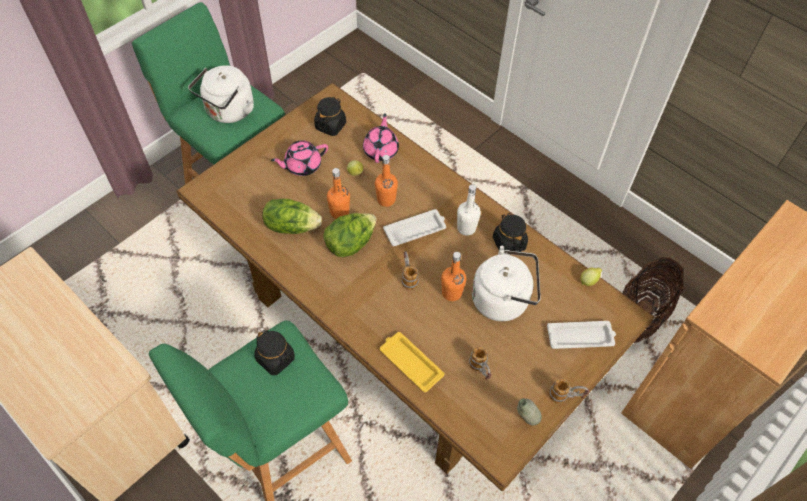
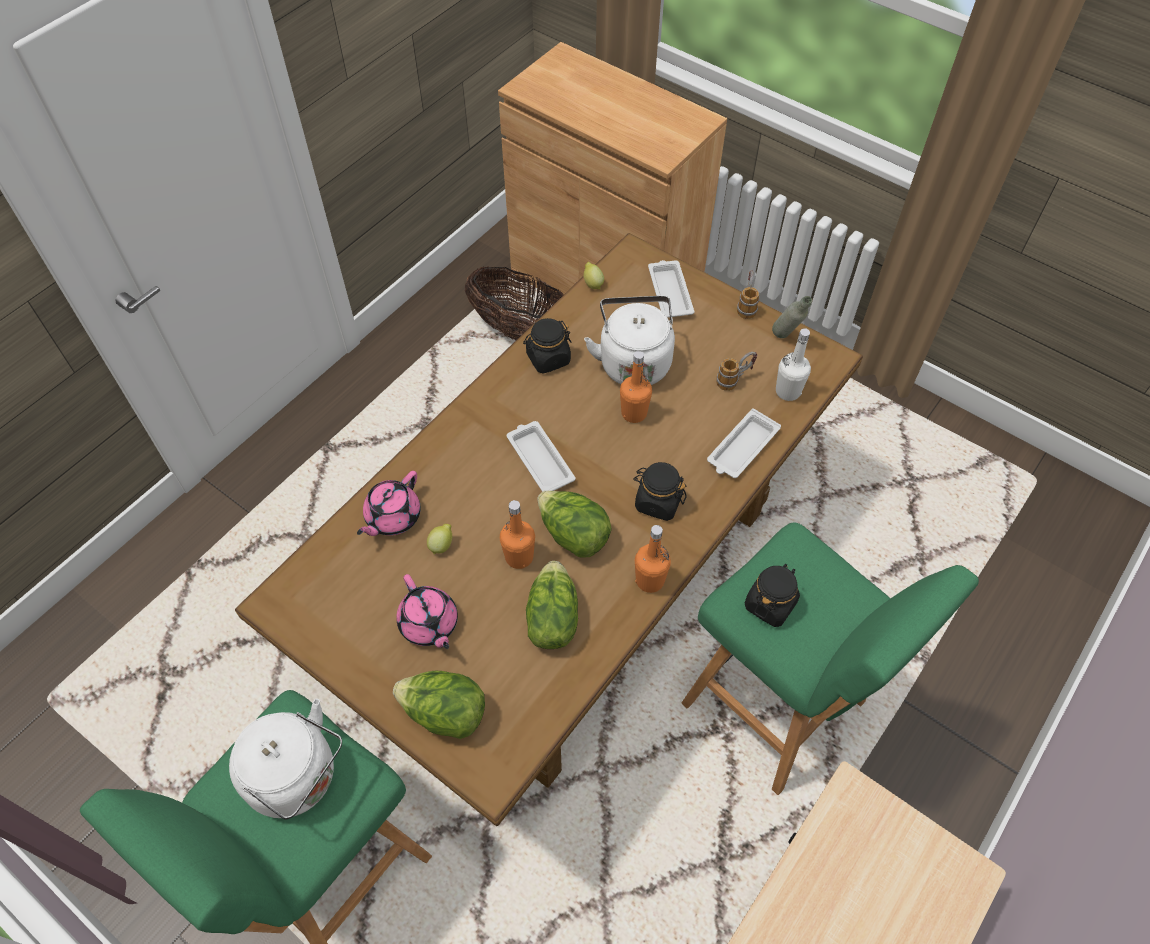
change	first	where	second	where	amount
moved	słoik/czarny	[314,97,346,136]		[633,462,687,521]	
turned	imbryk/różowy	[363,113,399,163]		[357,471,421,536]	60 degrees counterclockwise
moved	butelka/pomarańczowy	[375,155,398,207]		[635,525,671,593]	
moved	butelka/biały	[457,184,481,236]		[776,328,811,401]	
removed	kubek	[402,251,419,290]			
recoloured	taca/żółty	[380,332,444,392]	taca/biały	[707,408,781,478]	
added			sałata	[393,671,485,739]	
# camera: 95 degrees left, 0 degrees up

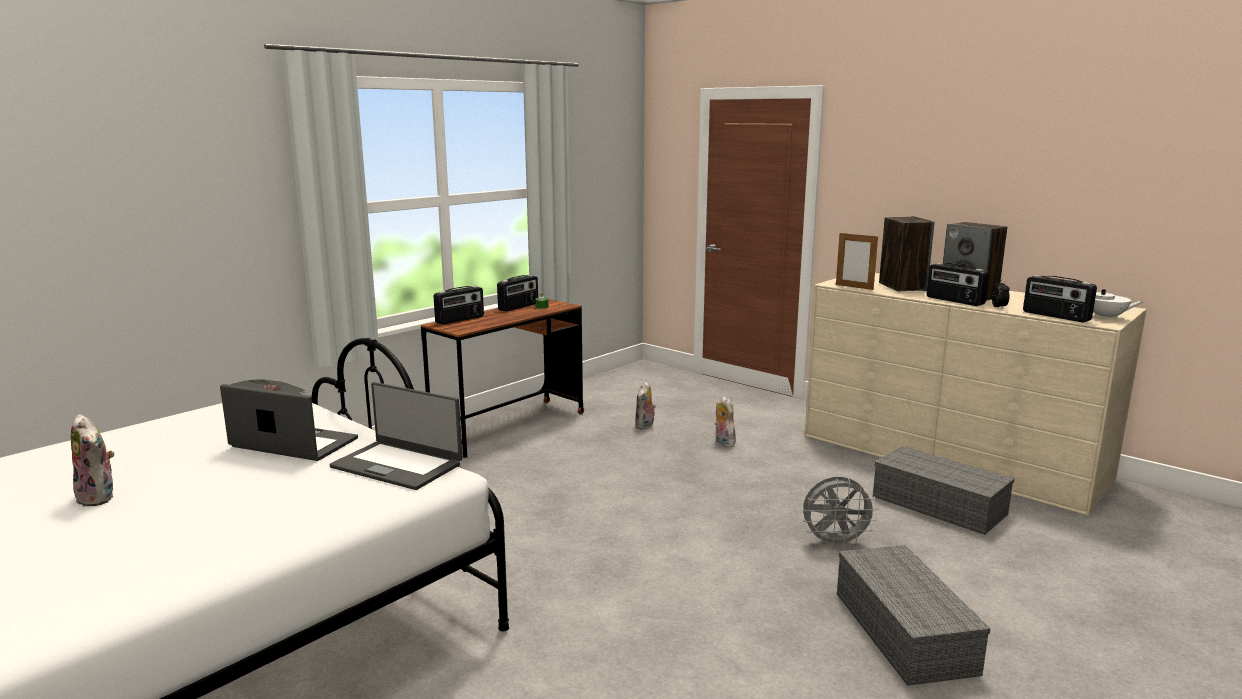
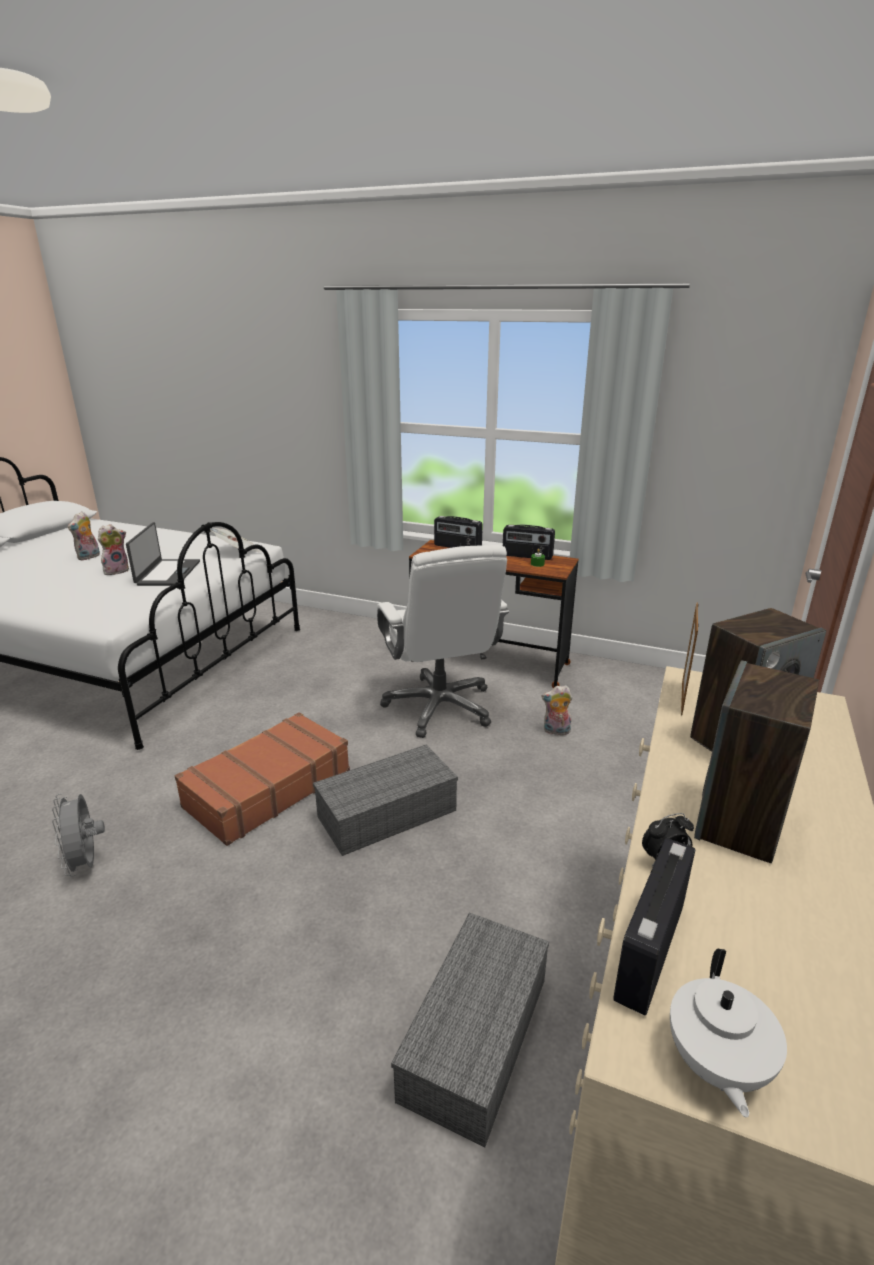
change	first	where	second	where	amount
removed	radio	[927,263,989,306]			
removed	laptop	[329,382,462,490]			
moved	pluszak	[715,397,736,447]		[98,524,129,575]	
moved	wentylator/szary	[802,477,878,549]		[52,793,105,877]	
moved	pojemnik do przechowywania/szary	[837,545,990,686]		[313,745,458,856]	
added			krzesło biurowe/biały	[377,545,510,738]	
added			walizka/brązowy	[175,712,350,846]	
# camera: 70 degrees right, 10 degrees up

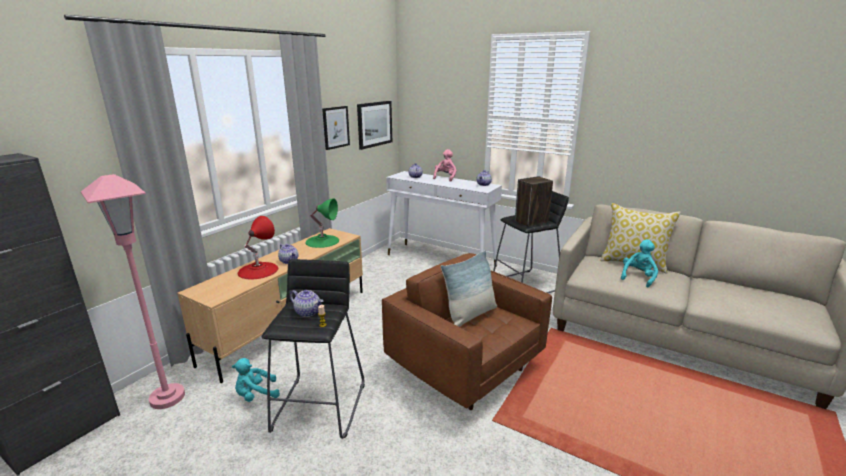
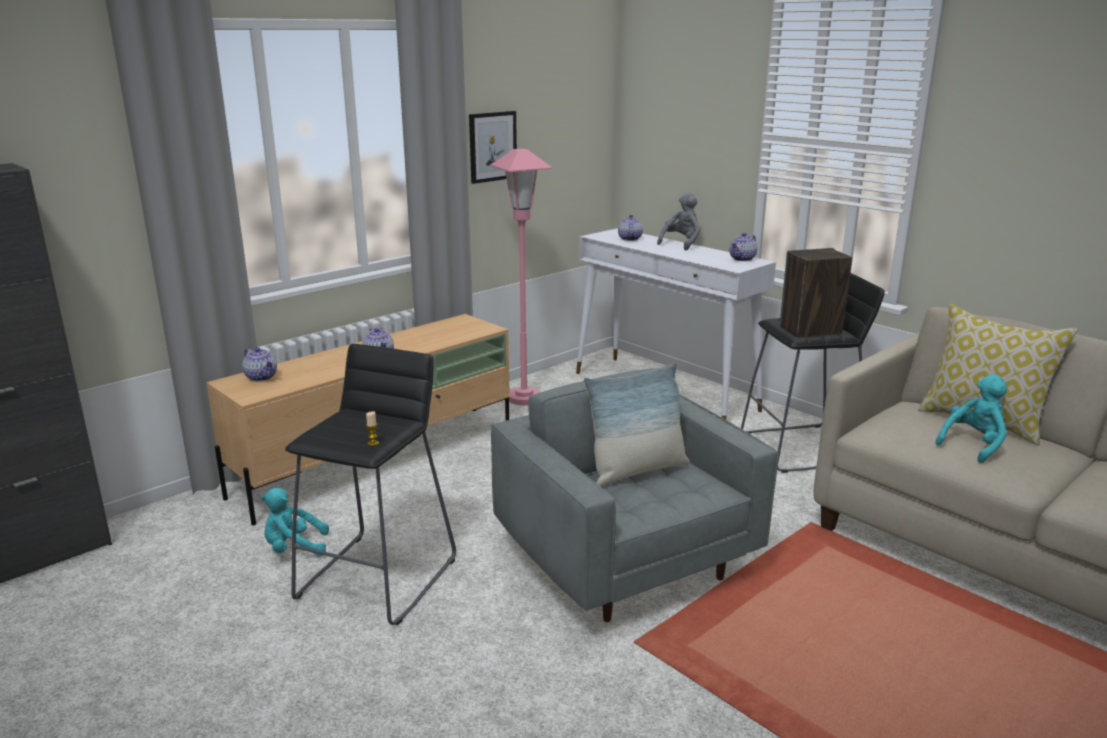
change	first	where	second	where	amount
removed	obraz	[357,101,392,150]			
recoloured	pluszak/różowy	[433,149,457,182]	pluszak/szary	[657,193,700,250]	
moved	lampa stojąca/różowy	[81,174,185,409]		[490,149,552,405]	
removed	lampa stołowa/zielony	[305,198,339,248]			
removed	lampa stołowa/czerwony	[238,216,278,279]			
recoloured	fotel/brązowy	[382,253,552,410]	fotel/szary	[491,368,779,622]	
moved	imbryk	[290,290,323,317]		[242,347,277,381]	
# camera: 15 degrees right, 0 degrees up

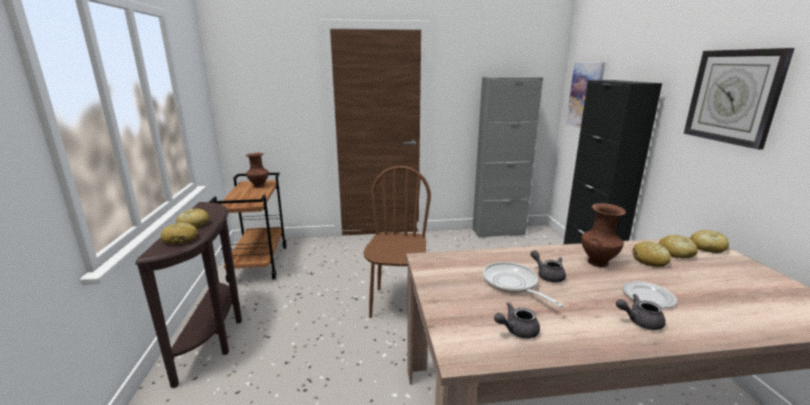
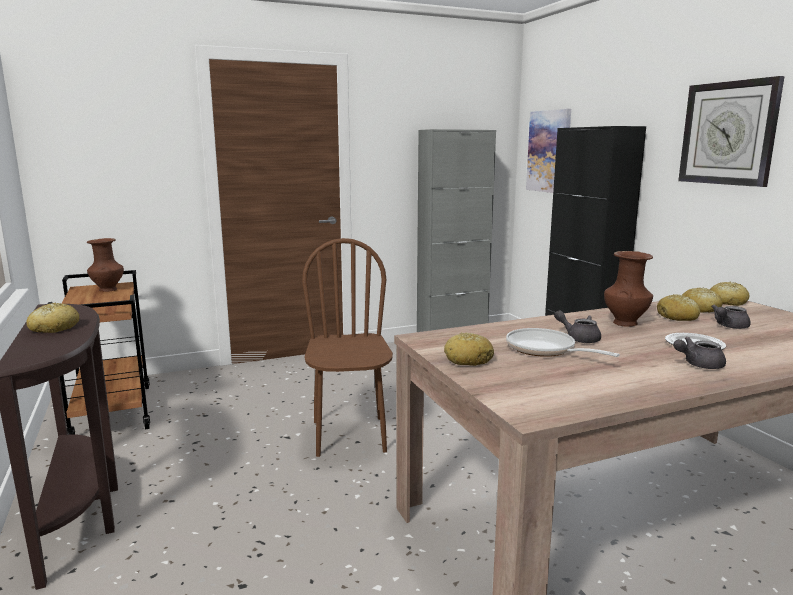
change	first	where	second	where	amount
moved	chleb	[161,222,198,245]		[444,332,494,366]	
moved	imbryk/szary	[494,302,540,339]		[711,304,751,329]	
# camera: 15 degrees left, 5 degrees down

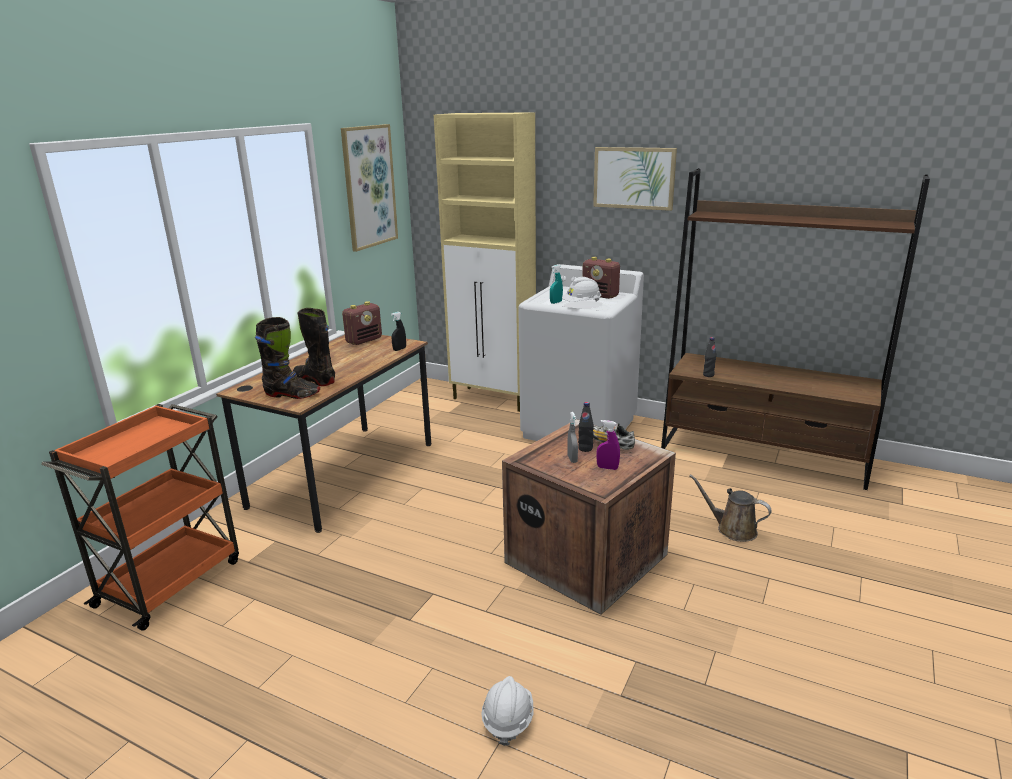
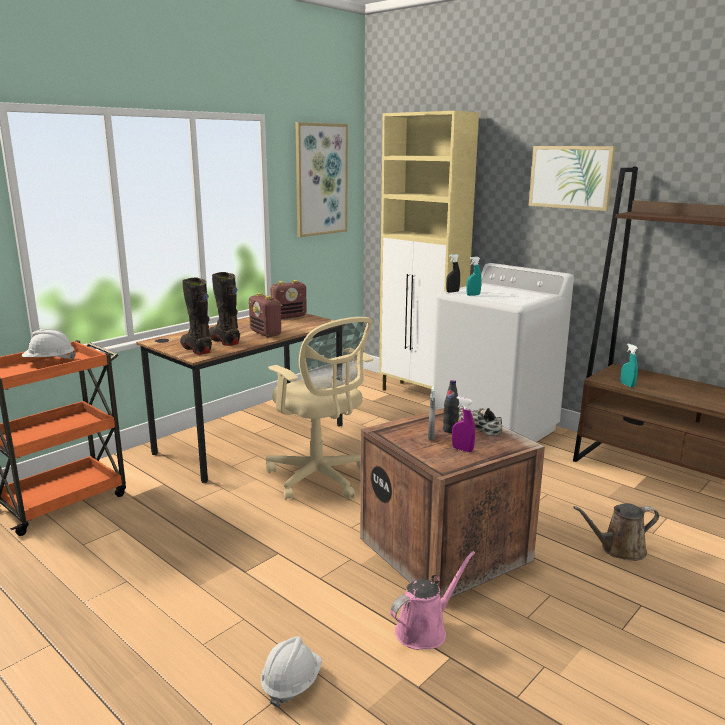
change	first	where	second	where	amount
moved	radio	[582,257,620,299]		[249,293,282,337]	
moved	kask/biały	[562,277,601,302]		[22,329,76,360]	
moved	spryskiwacz/czarny	[391,312,406,351]		[446,254,460,293]	
turned	but z cholewką/czarny	[255,317,320,399]		[180,278,212,355]	150 degrees counterclockwise
replaced	butelka/czarny	[703,337,716,377]	spryskiwacz/turkusowy	[620,343,638,387]	
turned	konewka/brązowy	[689,474,772,542]		[573,503,659,561]	60 degrees counterclockwise
added			krzesło biurowe/beżowy	[266,317,373,500]	
added			konewka/różowy	[391,551,475,650]	
# camera: 15 degrees right, 5 degrees down

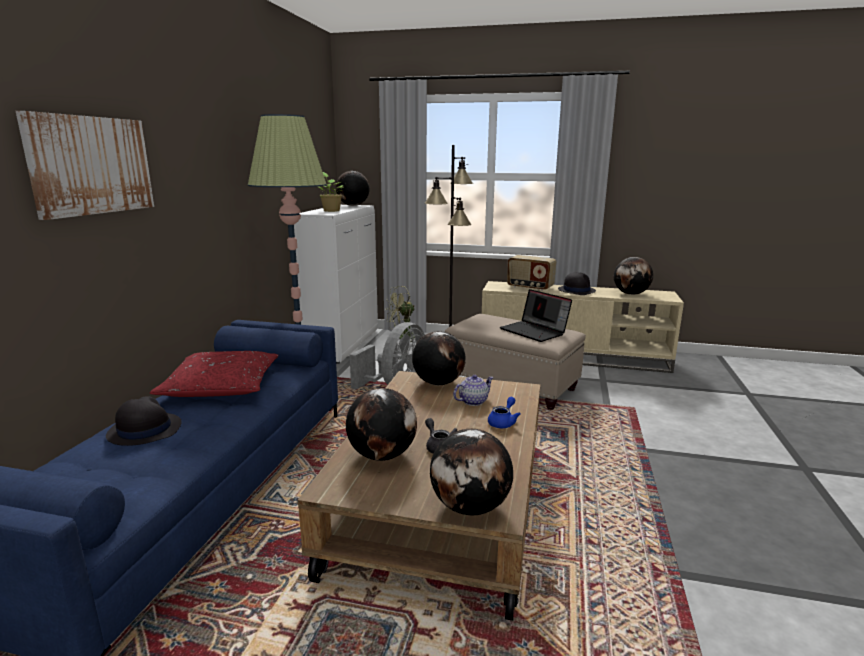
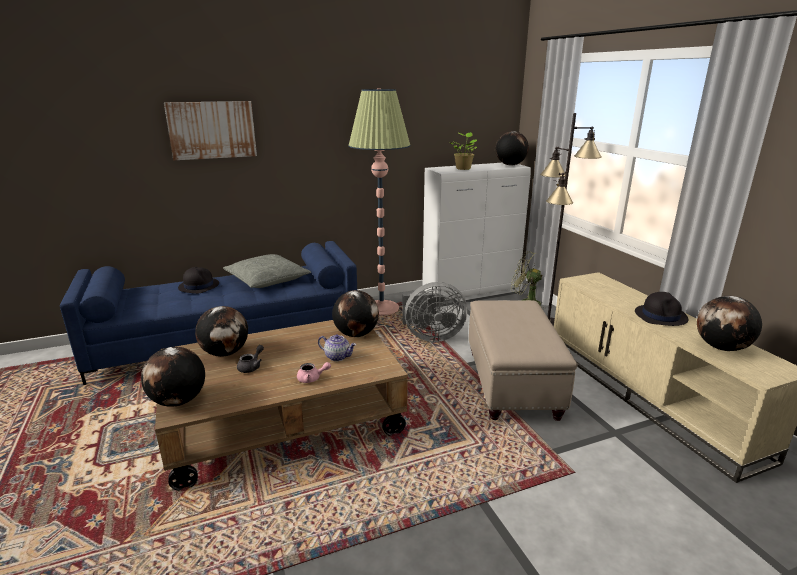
change	first	where	second	where	amount
removed	radio	[507,255,556,291]			
removed	laptop	[500,289,572,342]			
recoloured	poduszka/czerwony	[150,351,279,397]	poduszka/szary	[223,254,311,288]	
recoloured	imbryk/niebieski	[488,397,520,428]	imbryk/różowy	[297,362,331,383]	
# camera: 55 degrees right, 5 degrees up

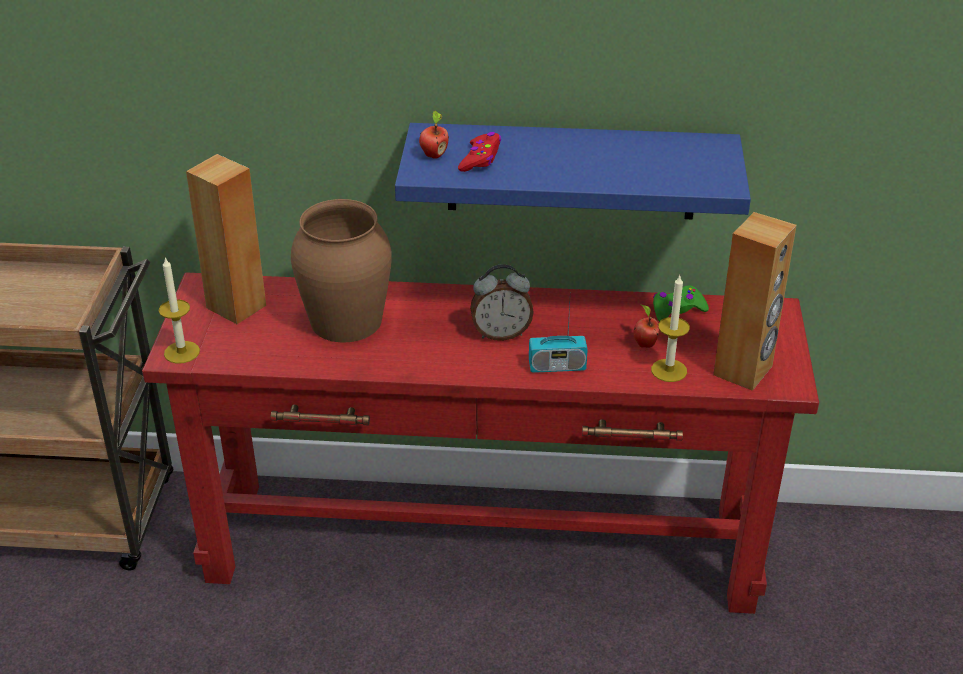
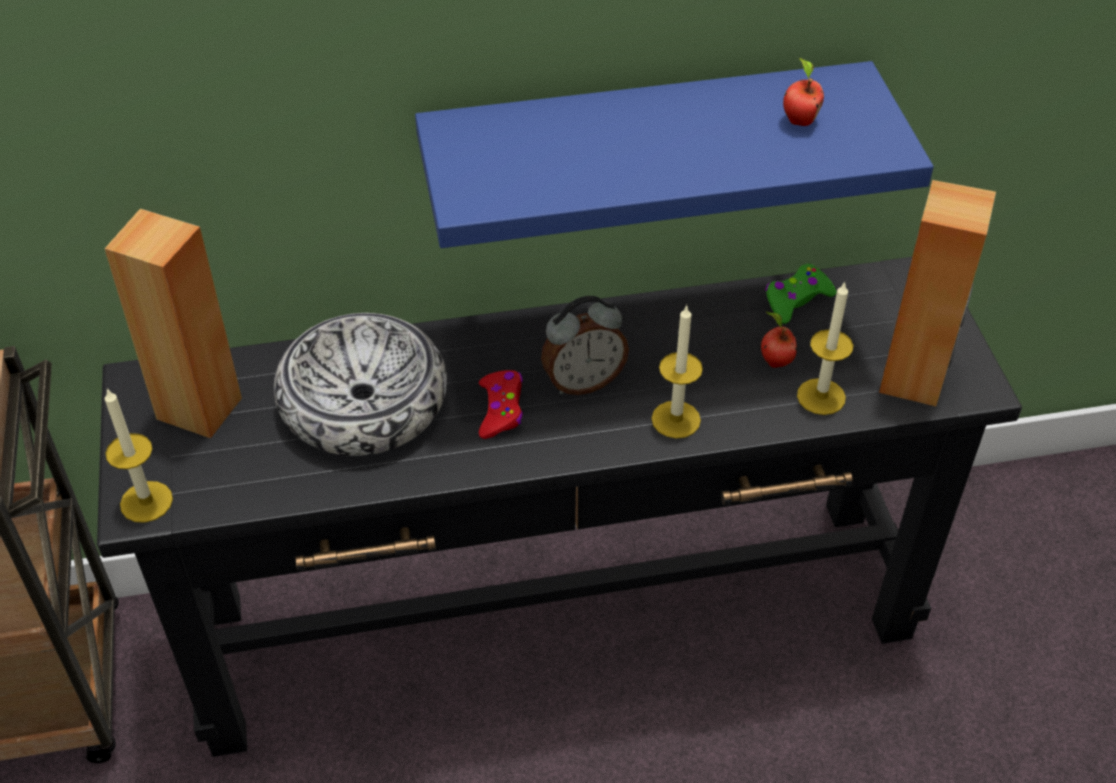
change	first	where	second	where	amount
moved	jabłko	[419,111,449,159]		[783,58,824,126]	
moved	pad do gier/czerwony	[458,132,501,172]		[479,370,523,439]	
replaced	wazon/brązowy	[291,199,392,342]	miska	[274,313,447,456]	
recoloured	stolik konsolowy/czerwony	[142,272,819,614]	stolik konsolowy/czarny	[97,257,1022,757]	
replaced	radio	[529,302,588,373]	świeca	[651,305,703,438]	
# camera: 15 degrees left, 10 degrees up

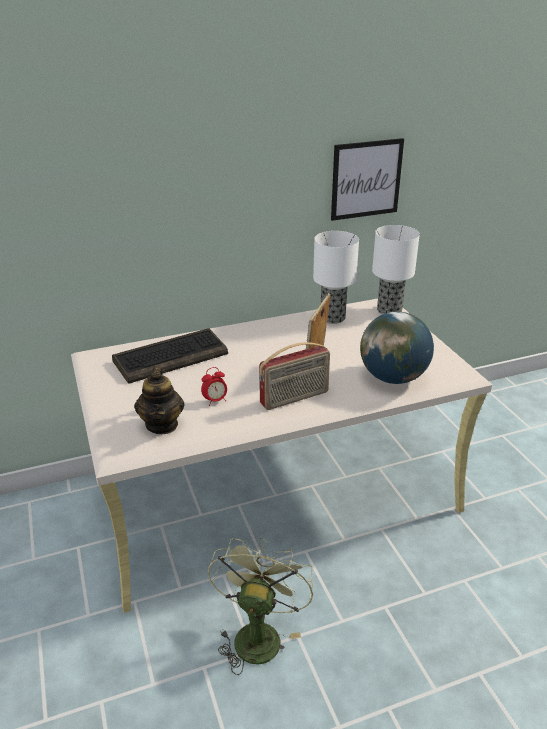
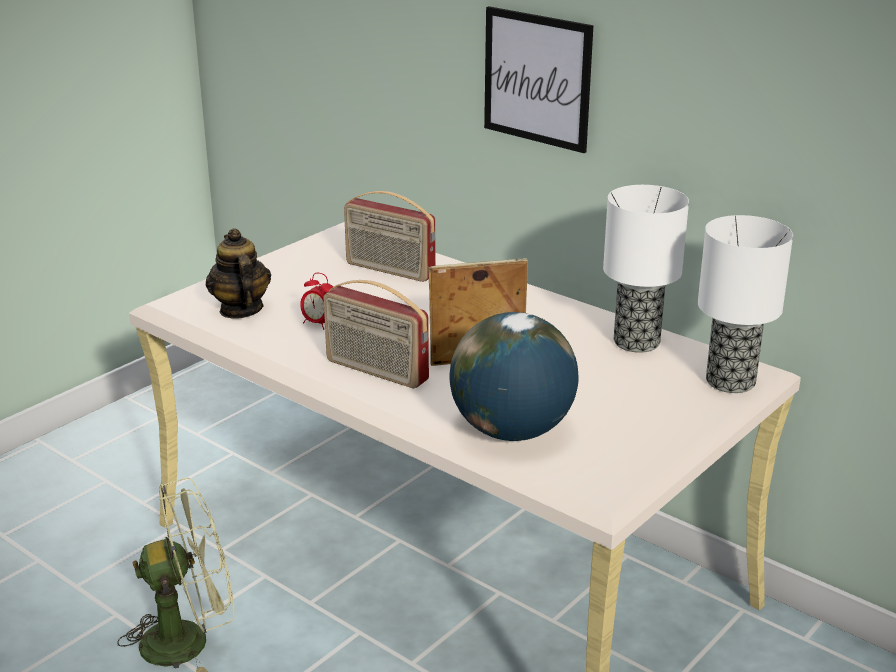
change	first	where	second	where	amount
moved	obraz	[331,138,404,221]		[484,6,593,153]	
replaced	klawiatura	[112,328,228,384]	radio	[344,191,436,282]	
turned	imbryk	[134,366,184,434]		[206,228,271,319]	105 degrees clockwise
# camera: 60 degrees right, 5 degrees down

